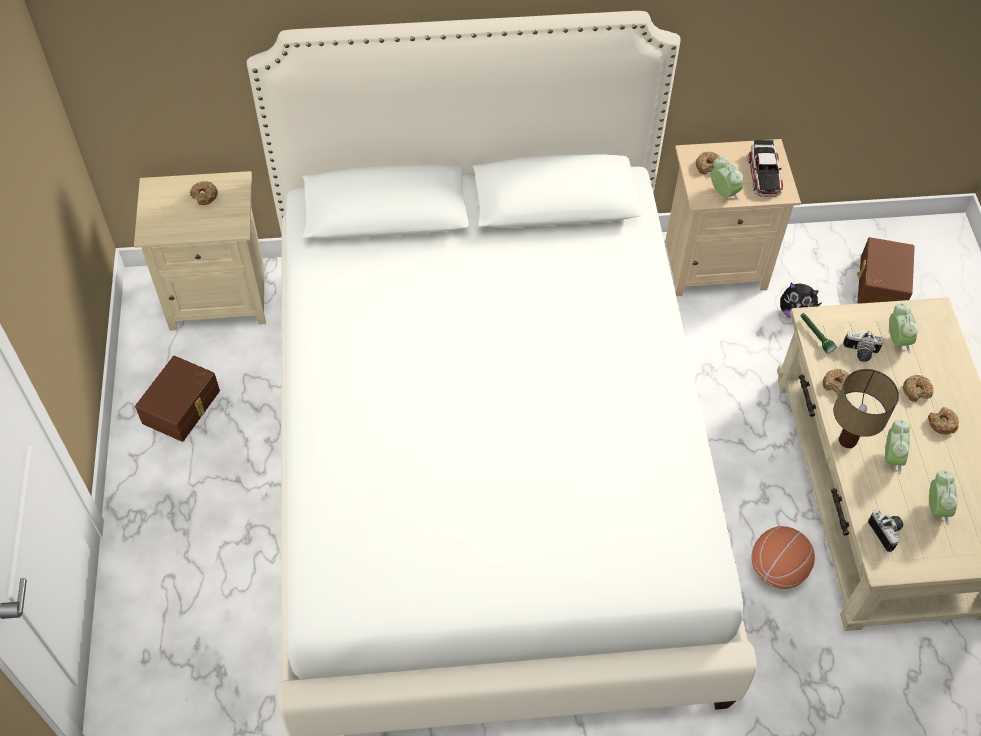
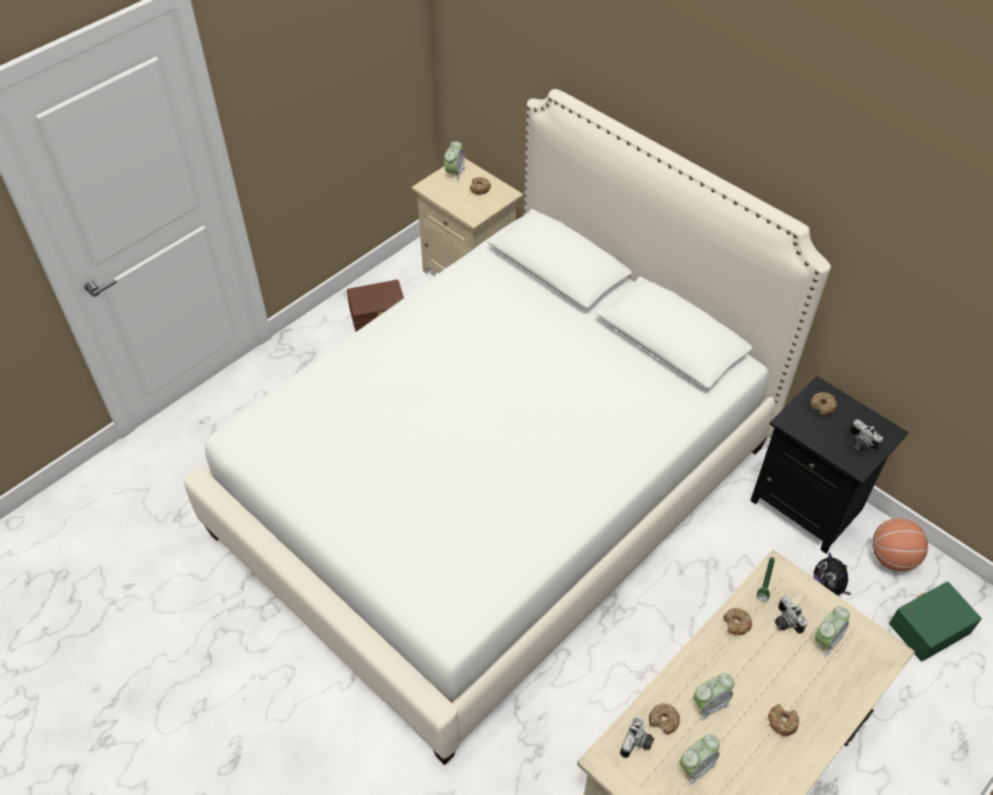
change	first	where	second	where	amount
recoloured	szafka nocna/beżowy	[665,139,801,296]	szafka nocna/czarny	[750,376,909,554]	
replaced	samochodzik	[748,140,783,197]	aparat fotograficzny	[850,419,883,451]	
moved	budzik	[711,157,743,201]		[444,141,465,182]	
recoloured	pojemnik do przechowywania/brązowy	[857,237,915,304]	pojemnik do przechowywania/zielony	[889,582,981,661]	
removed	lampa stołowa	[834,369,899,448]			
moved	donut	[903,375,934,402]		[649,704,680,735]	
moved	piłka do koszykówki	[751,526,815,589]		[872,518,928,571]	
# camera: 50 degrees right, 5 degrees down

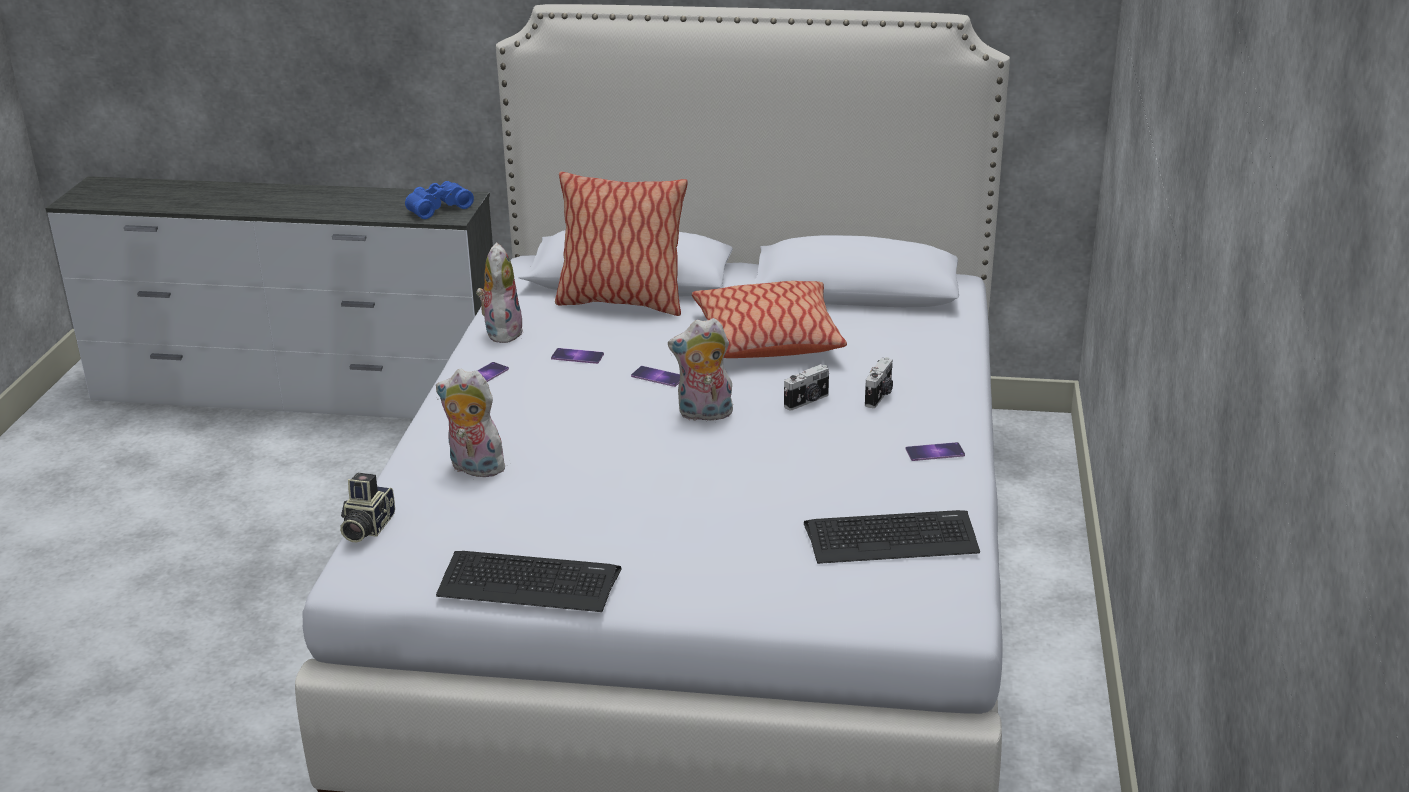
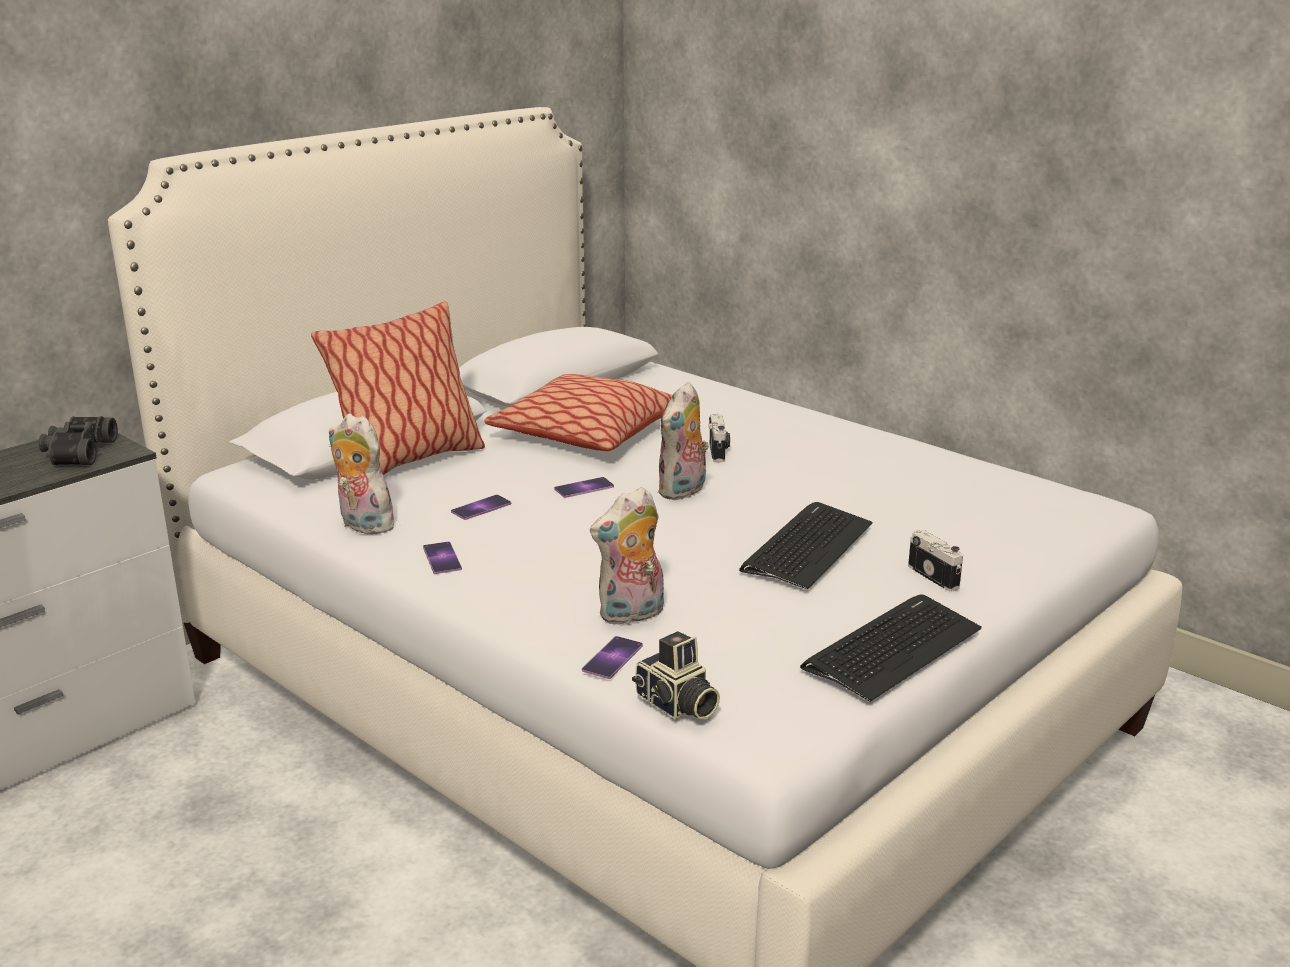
change	first	where	second	where	amount
recoloured	lornetka/niebieski	[405,181,474,219]	lornetka/czarny	[39,416,118,465]	
moved	aparat fotograficzny	[865,357,893,408]		[908,530,963,592]	
moved	telefon	[905,442,965,461]		[582,636,643,679]	
moved	klawiatura	[804,510,980,564]		[739,502,872,589]	
# camera: 55 degrees left, 5 degrees down

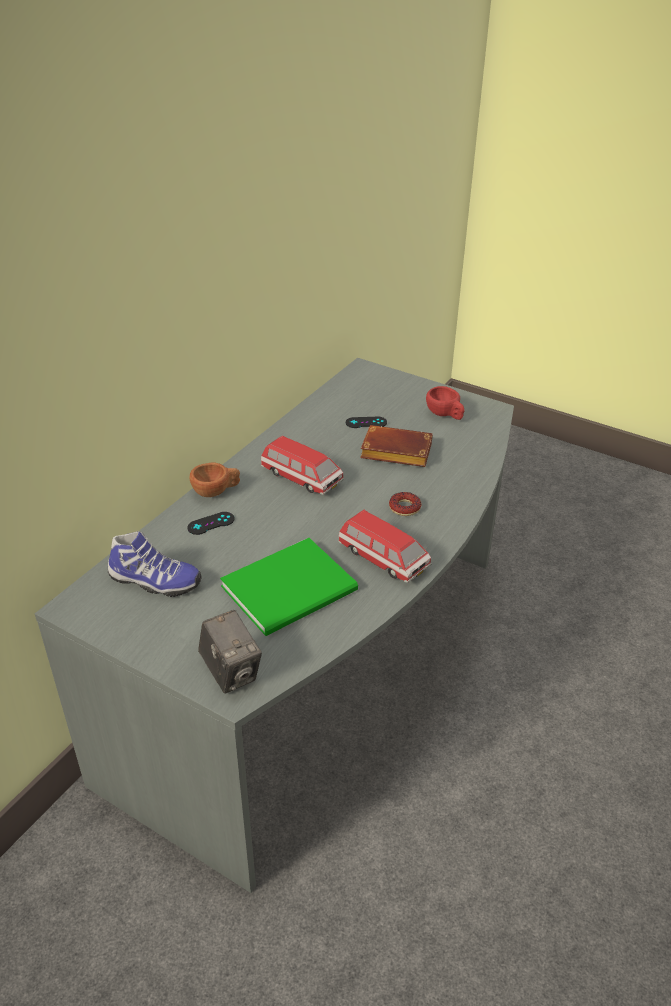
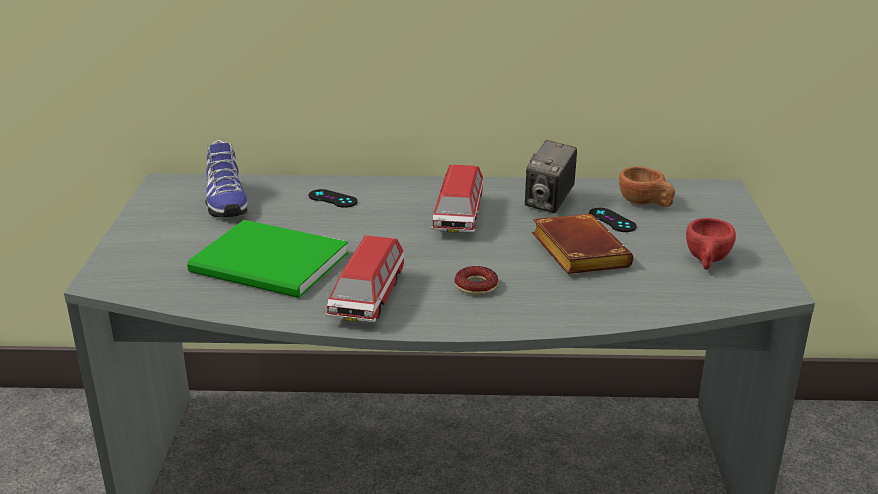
change	first	where	second	where	amount
moved	filiżanka/brązowy	[190,462,240,497]		[619,166,675,207]	
moved	aparat fotograficzny	[198,610,262,694]		[525,140,577,213]	
# camera: 60 degrees right, 10 degrees down

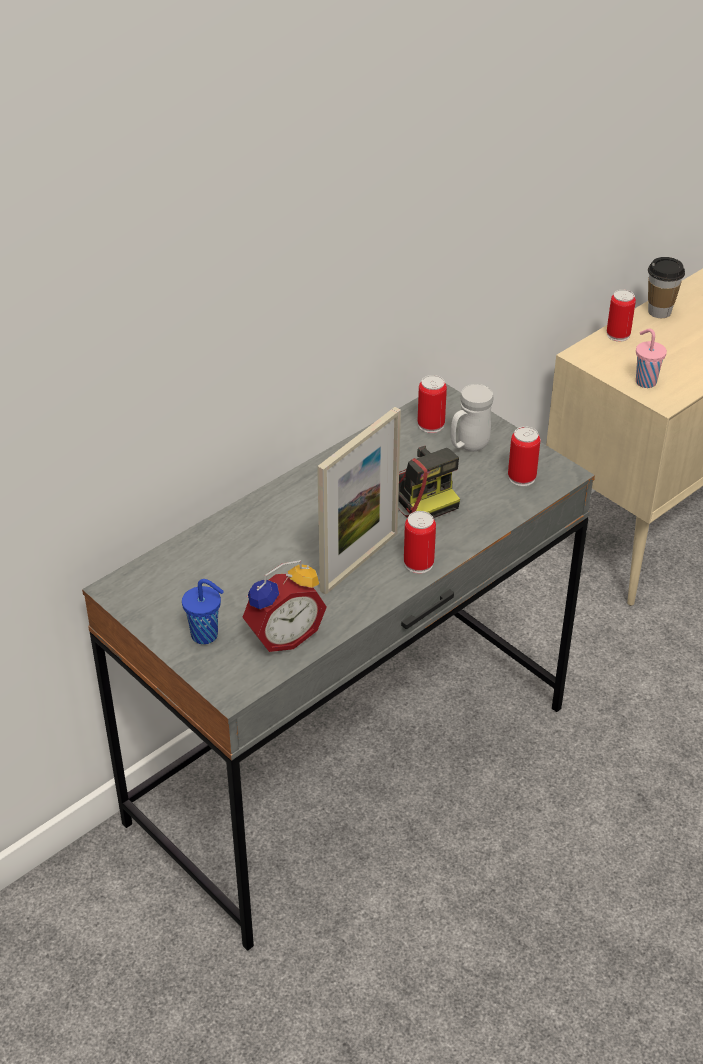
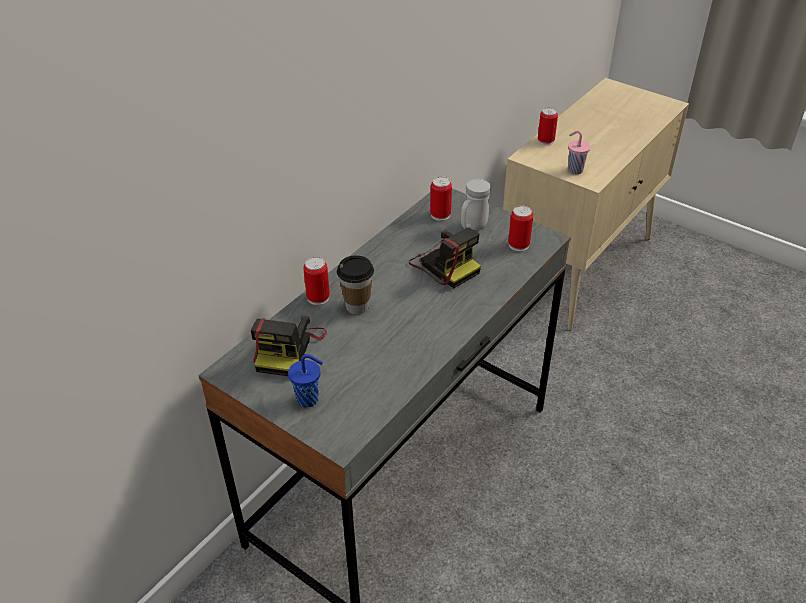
change	first	where	second	where	amount
moved	filiżanka	[648,257,685,318]		[337,255,374,314]	
removed	ramka na zdjęcie	[317,407,401,595]			
moved	puszka	[404,511,436,574]		[303,257,330,305]	
removed	budzik	[243,560,327,652]			
added			aparat fotograficzny	[251,316,327,376]	
# camera: 10 degrees left, 0 degrees up

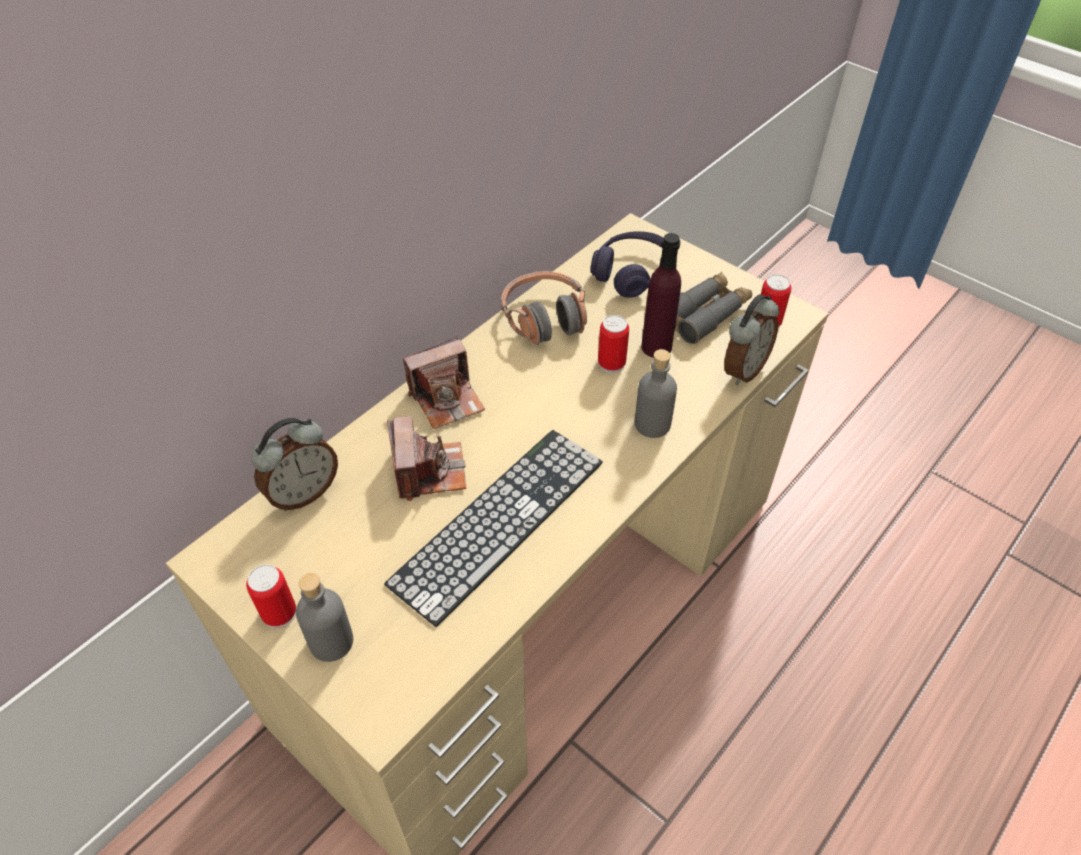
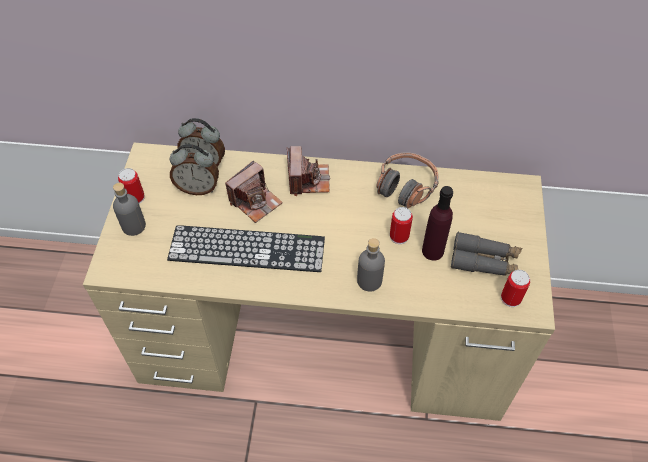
change	first	where	second	where	amount
removed	słuchawki/fioletowy	[591,231,664,298]			
moved	budzik	[724,294,780,386]		[170,144,219,195]	
turned	aparat fotograficzny	[403,336,485,429]		[287,146,330,196]	120 degrees counterclockwise
# camera: 55 degrees right, 5 degrees up

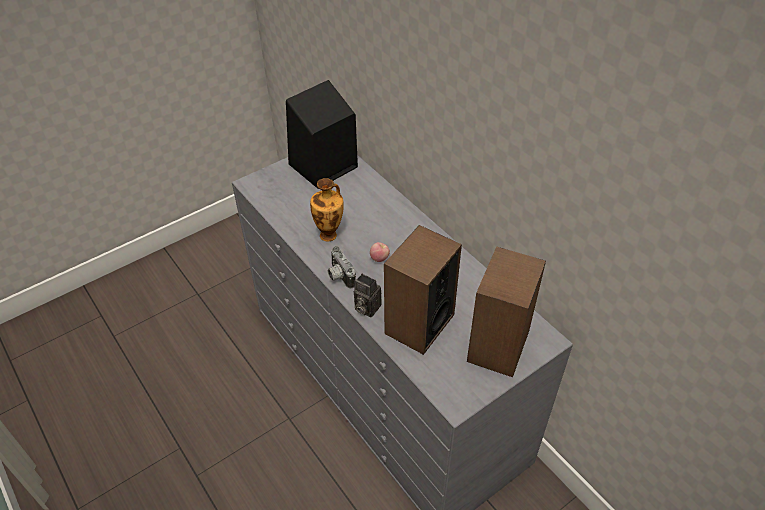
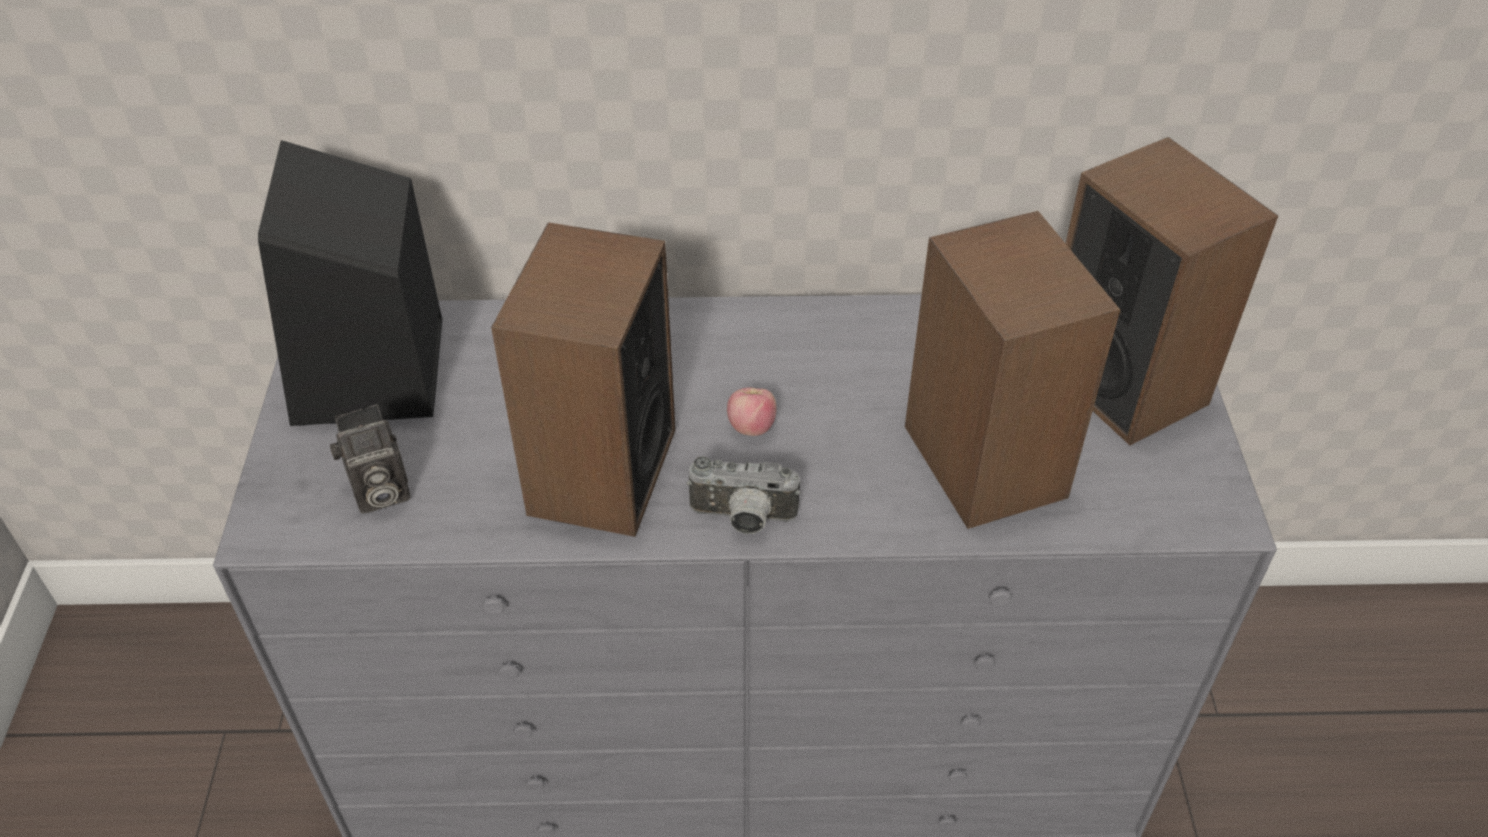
change	first	where	second	where	amount
replaced	wazon	[310,178,344,242]	głośnik	[491,222,676,537]	
moved	aparat fotograficzny	[354,274,382,317]		[330,404,410,513]	
# camera: 55 degrees left, 0 degrees up

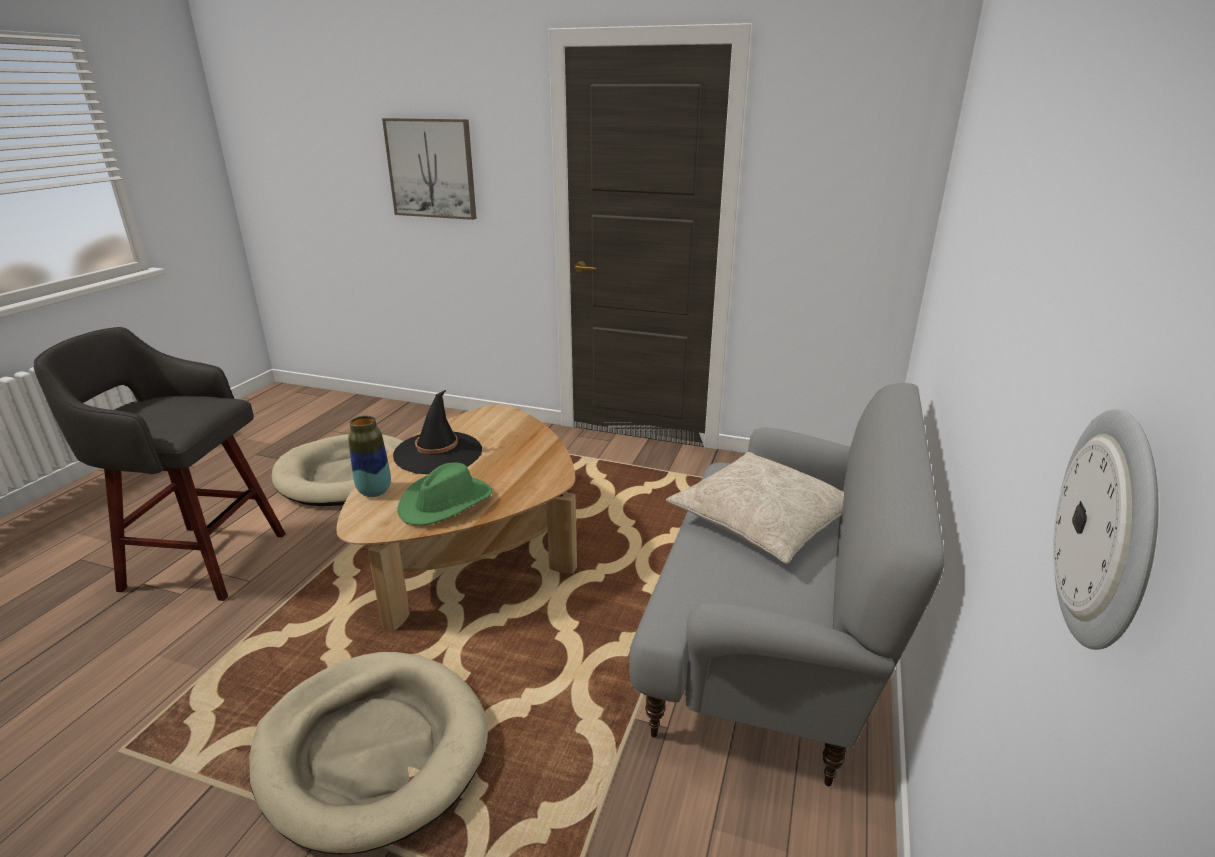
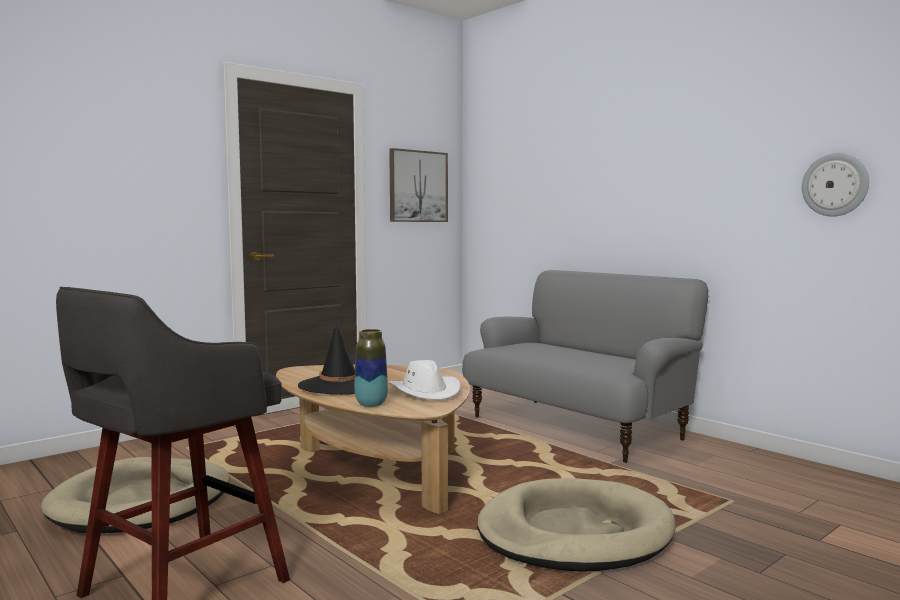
change	first	where	second	where	amount
moved	obraz	[382,118,476,220]		[389,148,448,222]	
removed	poduszka/beżowy	[666,452,844,564]			
recoloured	kapelusz/zielony	[397,463,492,525]	kapelusz/biały	[388,360,460,400]	
# camera: 60 degrees left, 20 degrees down

